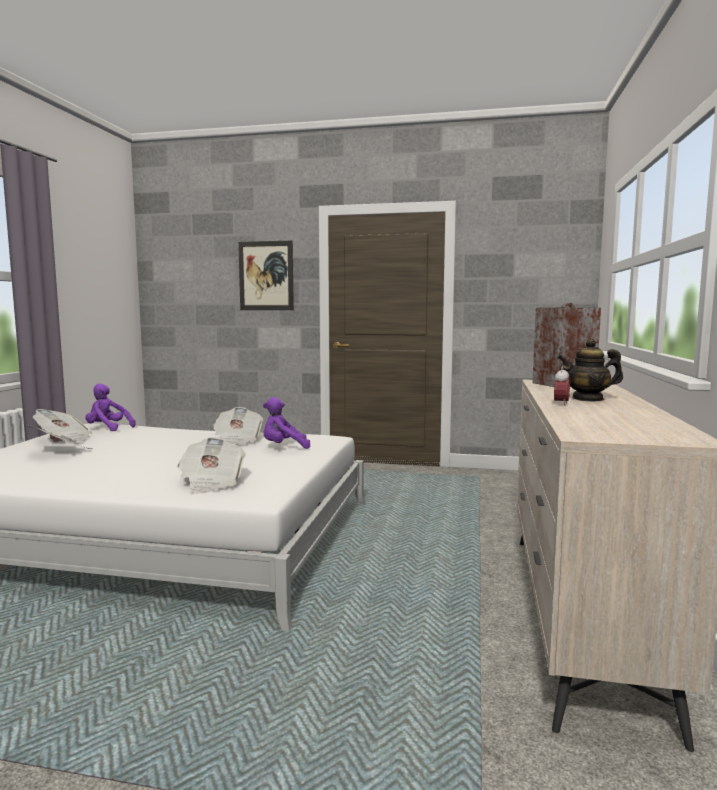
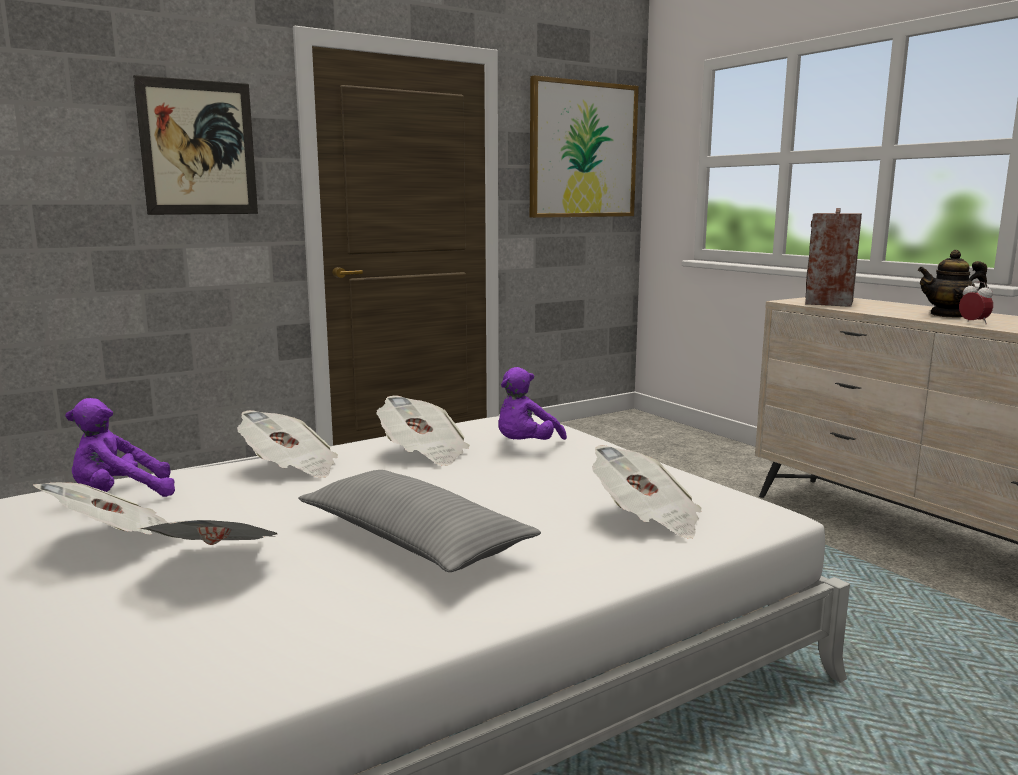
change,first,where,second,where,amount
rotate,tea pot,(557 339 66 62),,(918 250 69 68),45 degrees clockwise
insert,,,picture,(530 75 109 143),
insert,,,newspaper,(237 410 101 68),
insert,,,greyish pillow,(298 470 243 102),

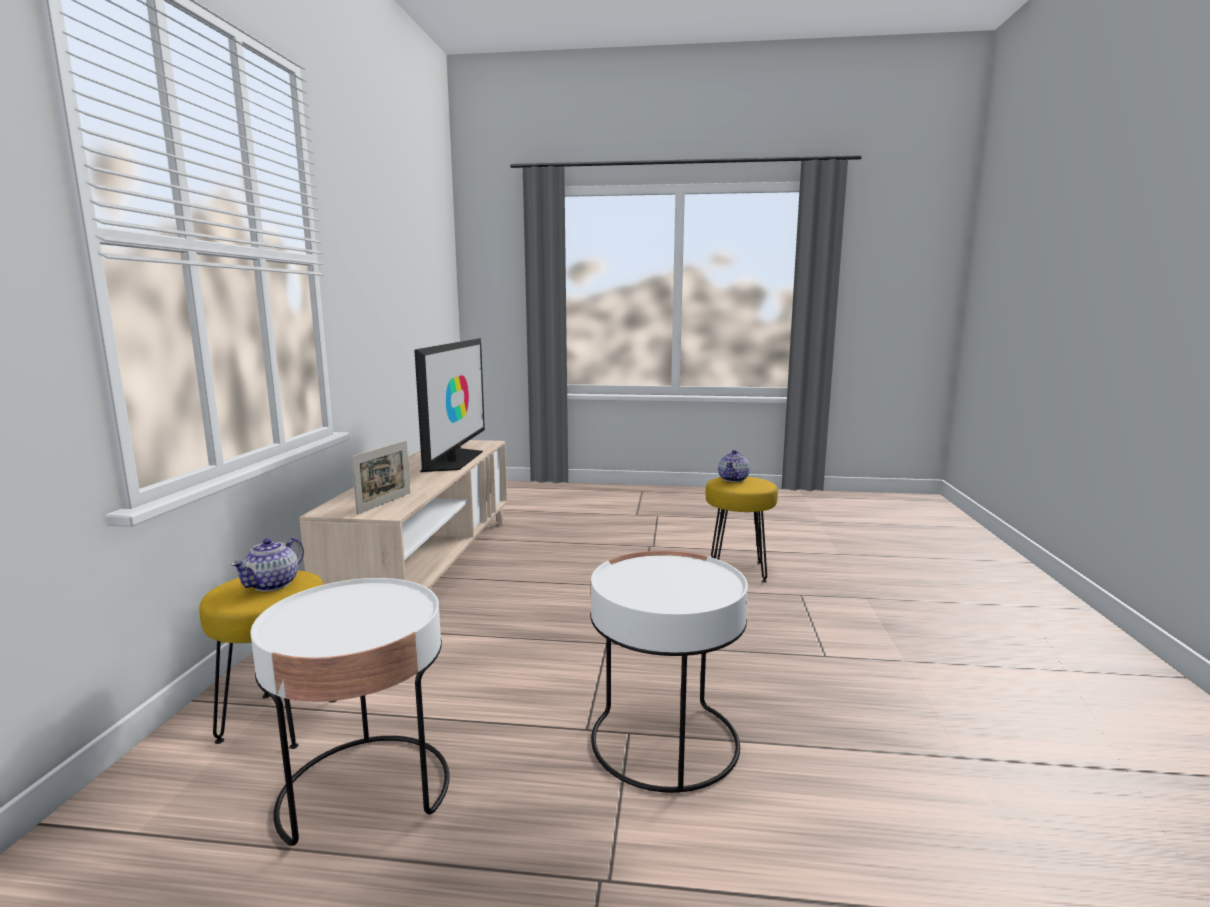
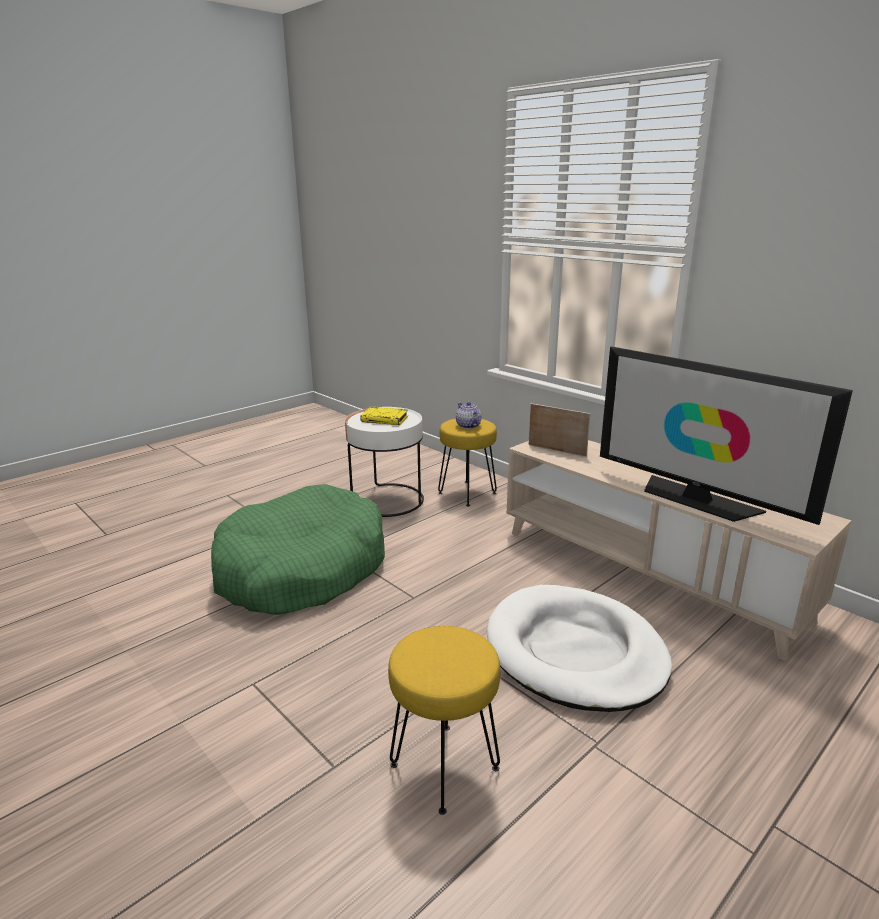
change,first,where,second,where,amount
rotate,picture frame,(351 441 59 74),,(529 403 61 54),150 degrees clockwise
delete,tea pot,(718 450 32 32),,,
replace,whitish side table,(591 551 157 242),greenish dog cushion,(211 484 174 131),
insert,,,yellow book,(360 407 48 18),
insert,,,whitish dog cushion,(487 585 185 127),

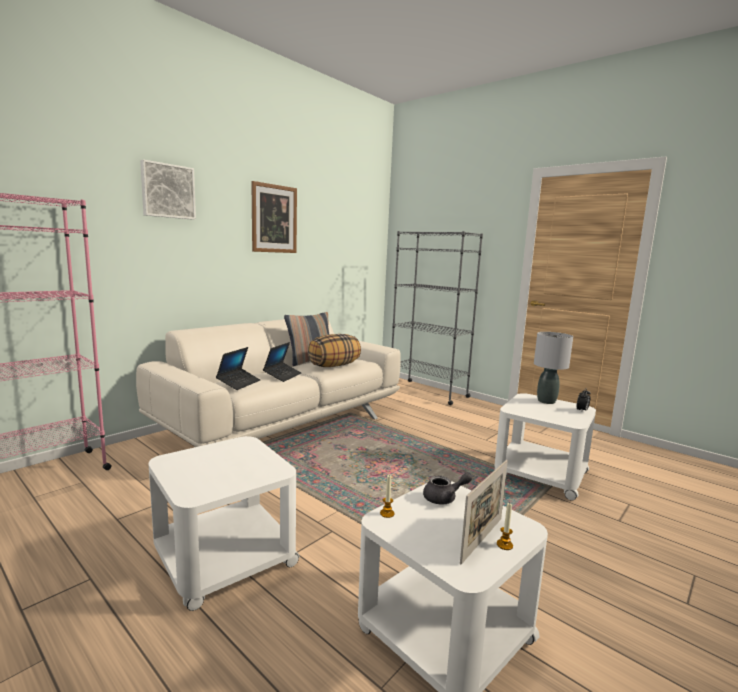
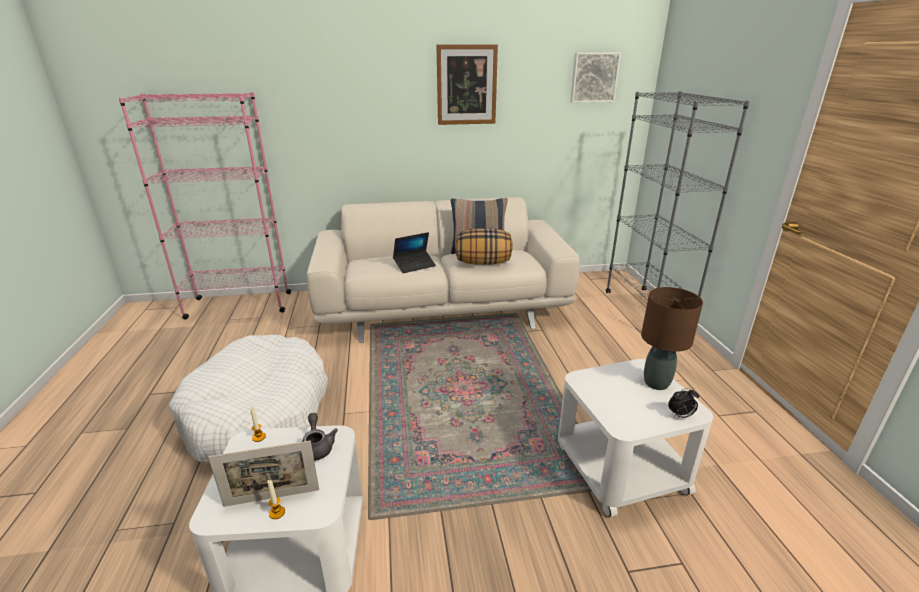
change,first,where,second,where,amount
move,picture,(140 160 56 60),,(570 53 51 50),
recolor,greyish table lamp,(534 332 39 72),brown-coloured table lamp,(641 287 62 103),
delete,laptop,(216 347 44 43),,,
replace,whitish side table,(149 436 151 175),whitish dog cushion,(169 335 159 127),
rotate,greyish tea pot,(423 472 49 32),,(302 413 36 48),135 degrees counterclockwise

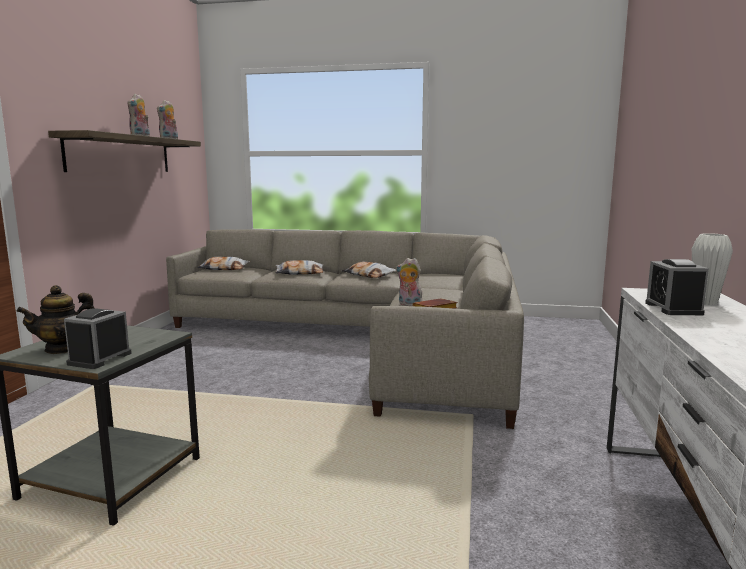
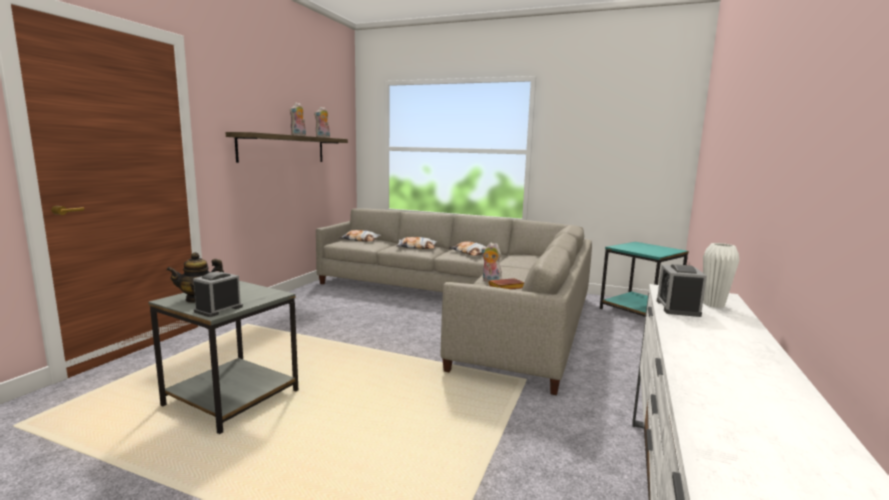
change,first,where,second,where,amount
insert,,,blue-green side table,(600 242 89 75),

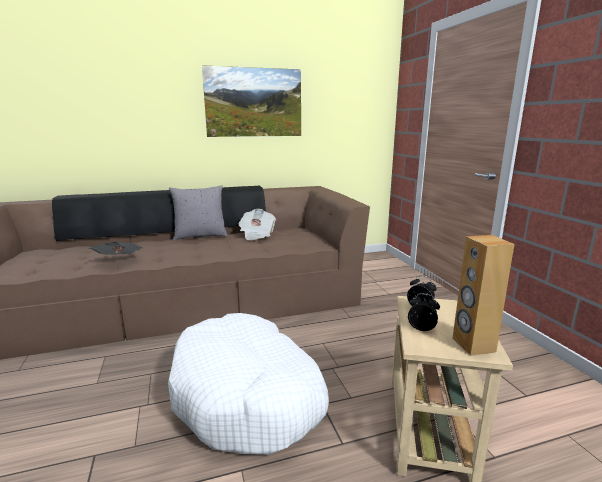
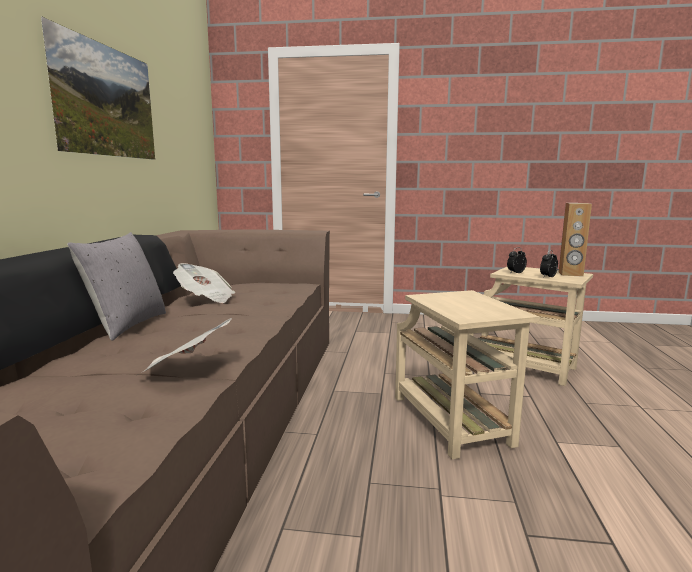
change,first,where,second,where,amount
replace,whitish dog cushion,(168 313 161 142),beige-coloured side table,(395 290 144 170),

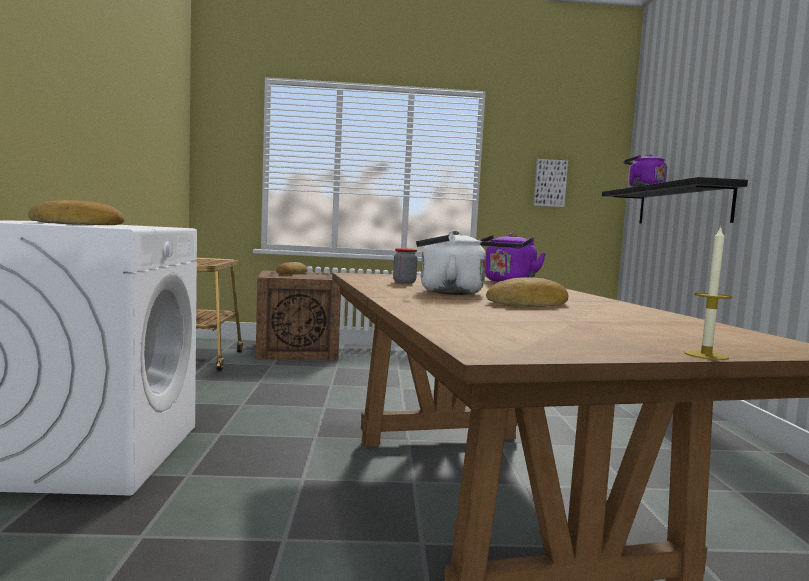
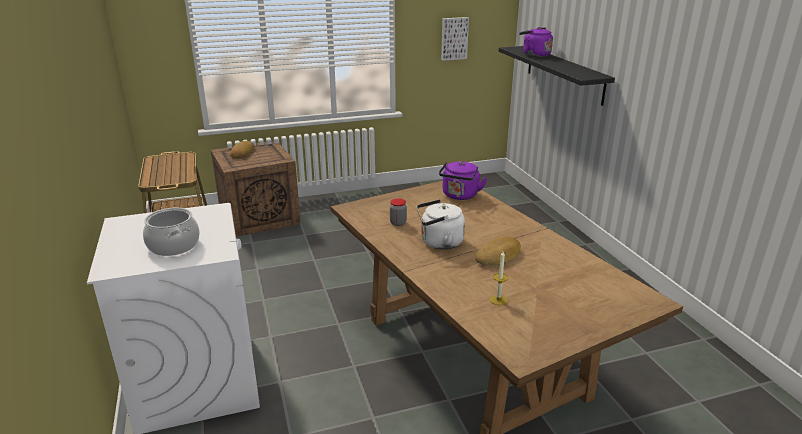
change,first,where,second,where,amount
replace,bakery bread,(28 200 97 25),saucepot,(143 208 57 48),
move,wax light,(685 225 47 135),,(490 251 18 54),

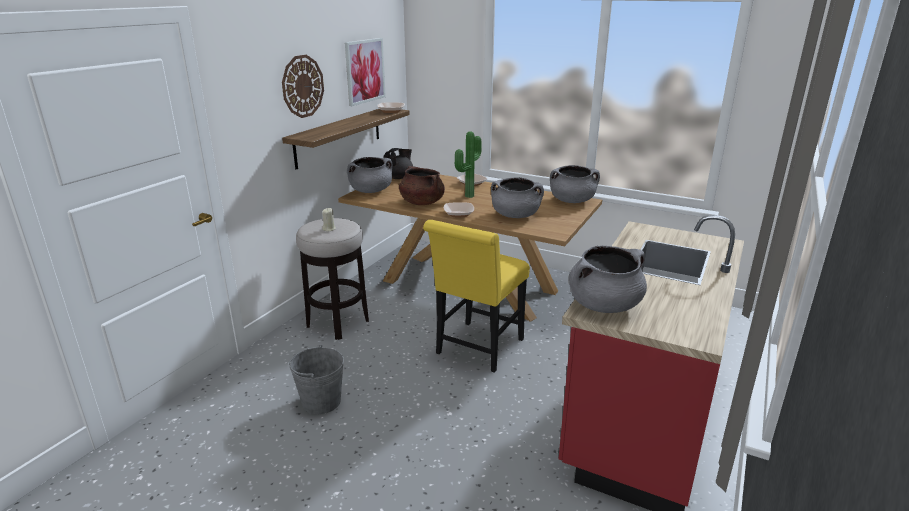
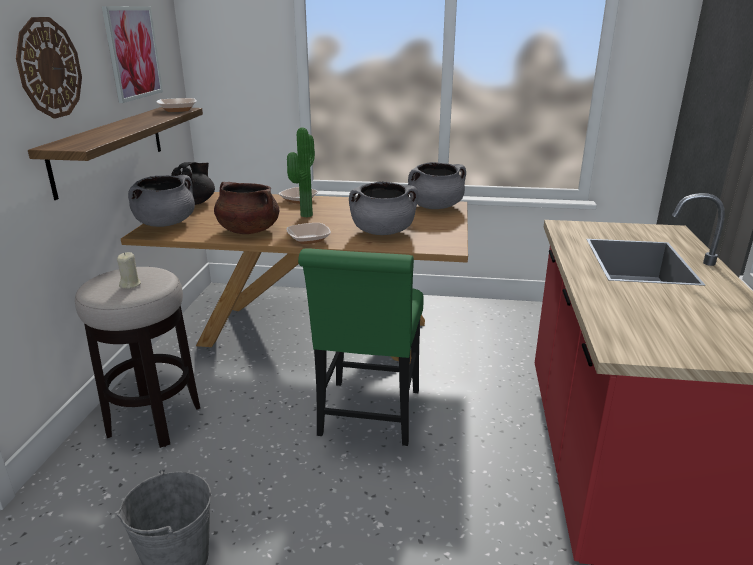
change,first,where,second,where,amount
recolor,yellow chair,(423 220 107 153),greenish chair,(298 248 126 198),
delete,greyish saucepot,(569 246 78 67),,,

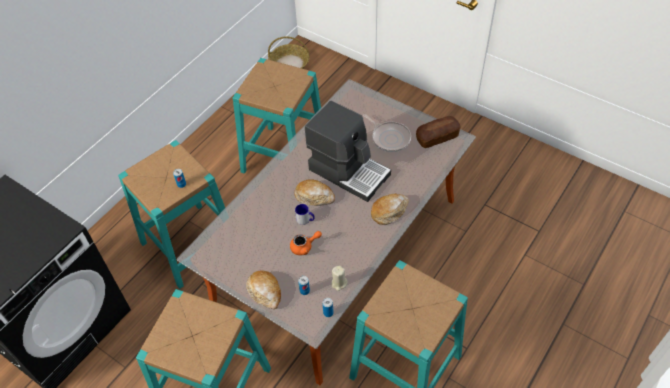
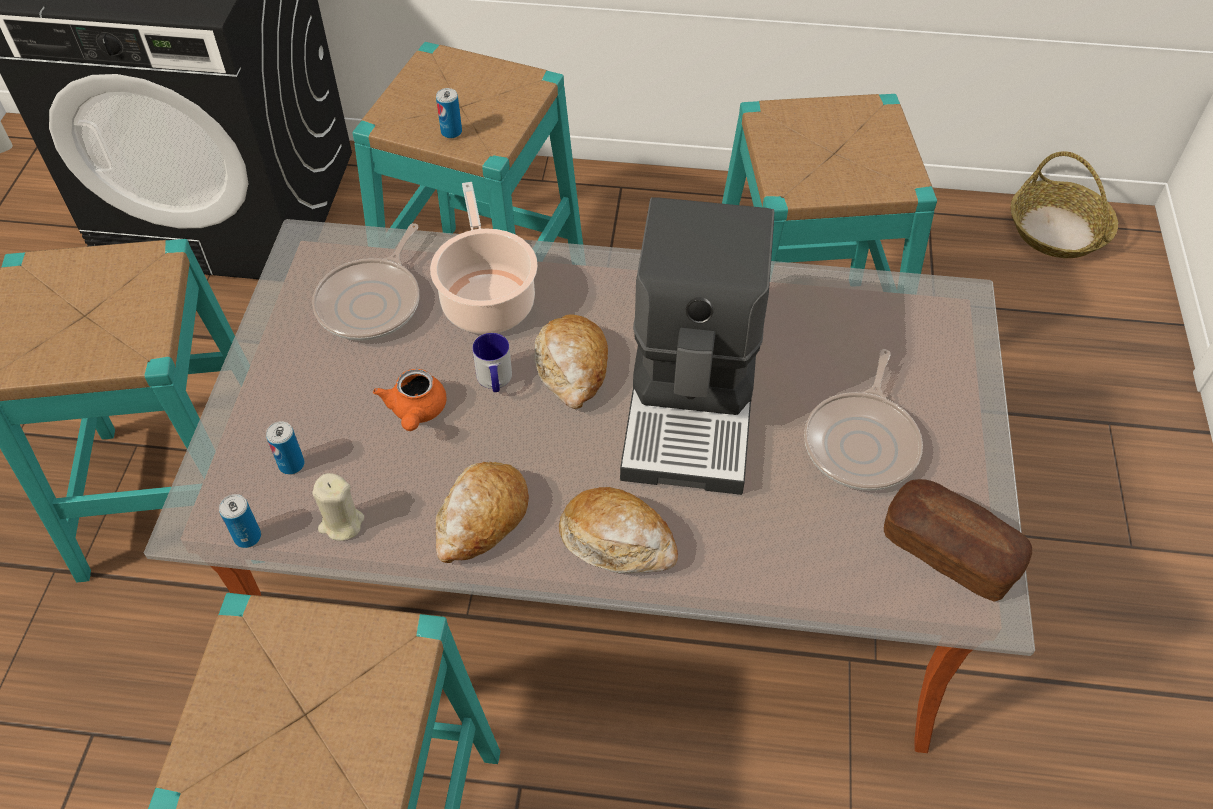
change,first,where,second,where,amount
rotate,orange-coloured tea pot,(290 231 32 24),,(373 369 73 62),45 degrees clockwise
move,bakery bread,(246 270 35 39),,(435 462 94 101),
insert,,,saucepot,(430 182 108 152),
insert,,,skillet,(312 223 107 118),

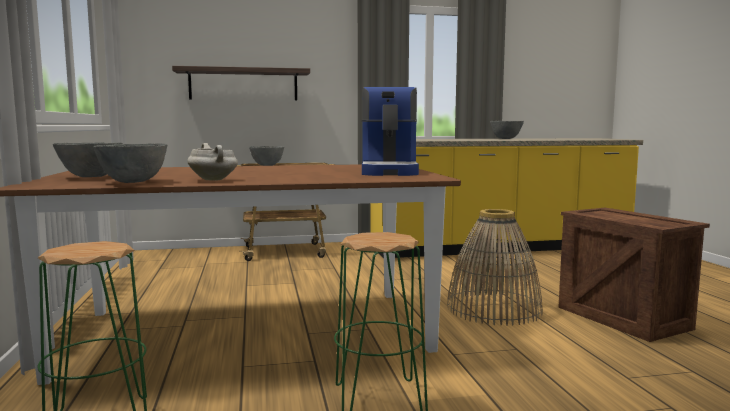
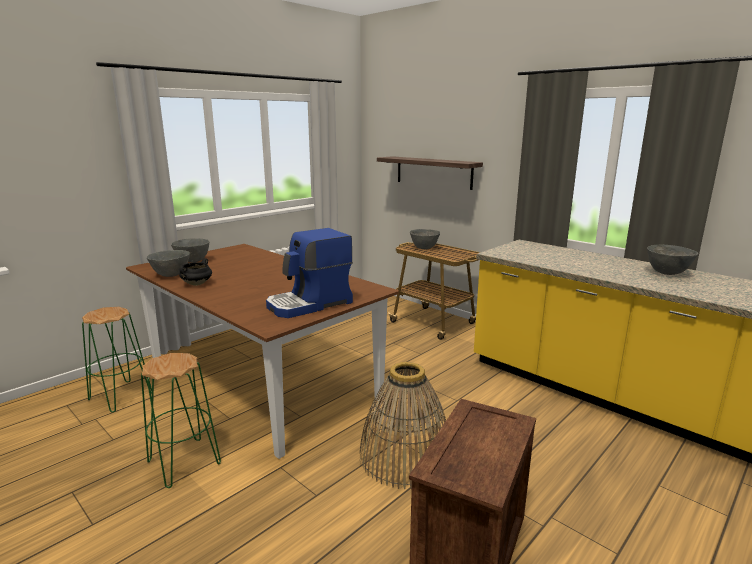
change,first,where,second,where,amount
recolor,whitish saucepot,(187 143 51 38),black saucepot,(179 258 33 28),

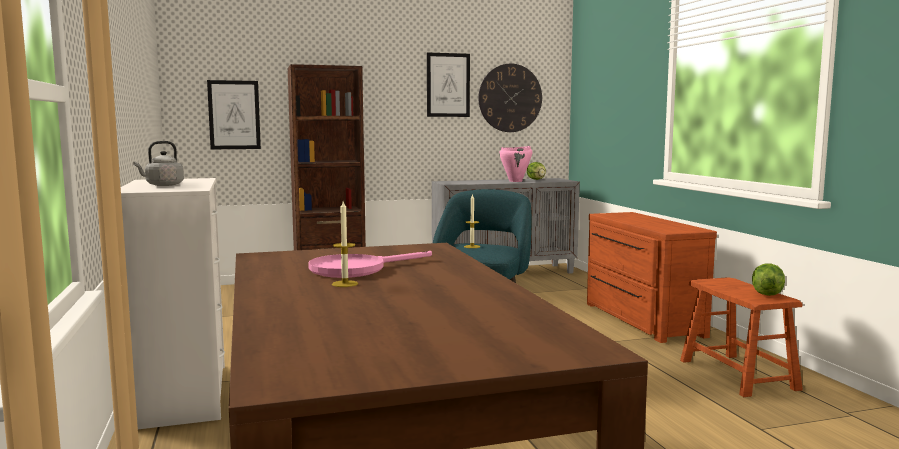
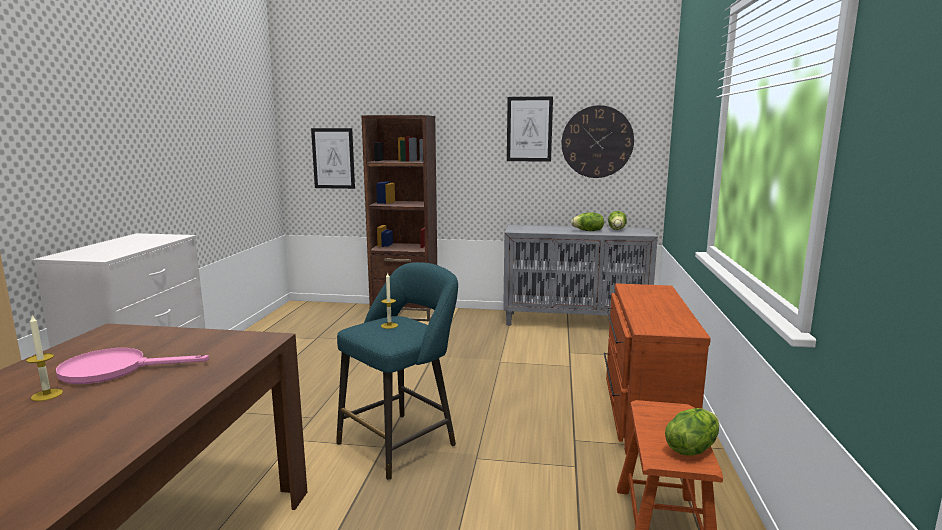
change,first,where,second,where,amount
delete,greyish kettle,(133 141 51 45),,,
replace,pinkish saucepot,(499 146 33 36),head of lettuce,(571 212 33 19),

